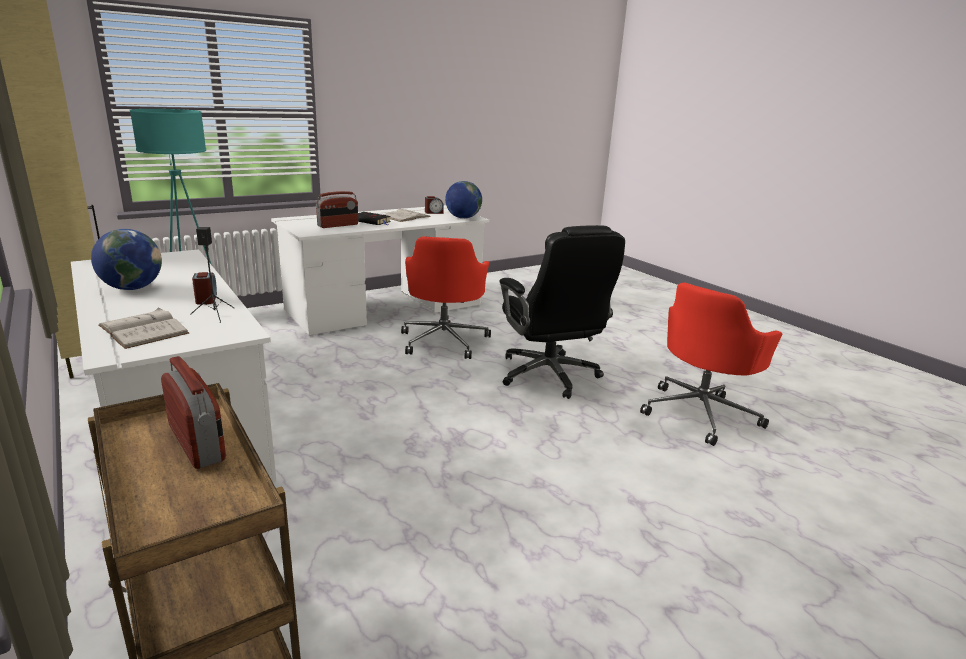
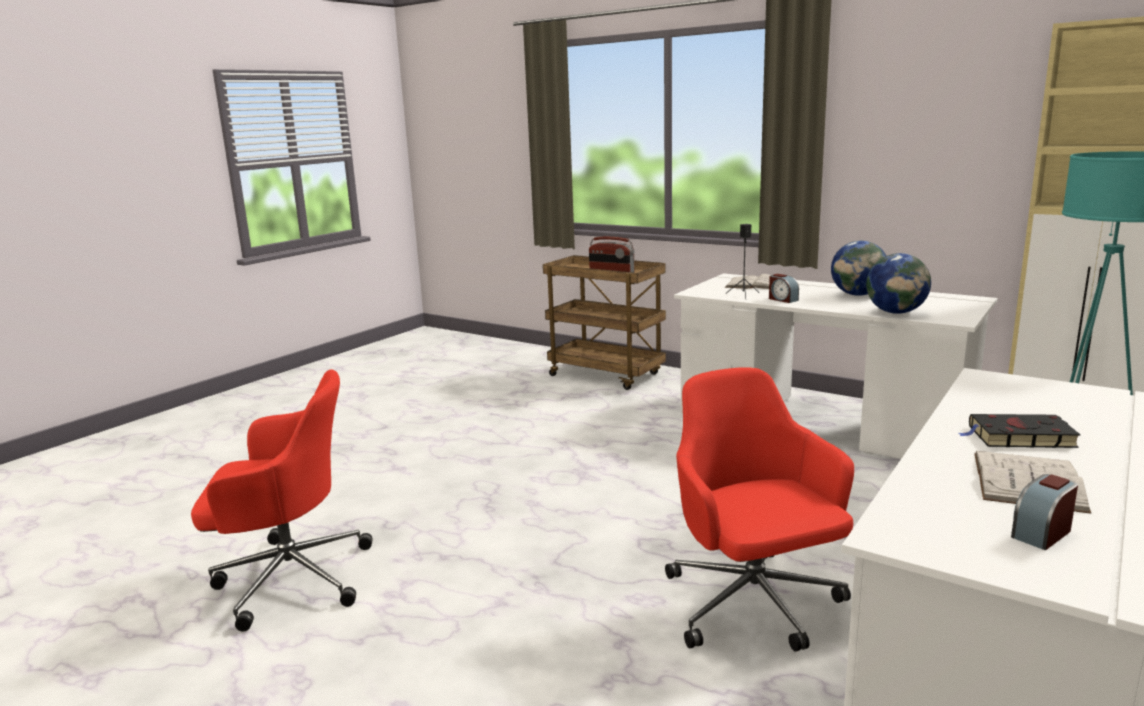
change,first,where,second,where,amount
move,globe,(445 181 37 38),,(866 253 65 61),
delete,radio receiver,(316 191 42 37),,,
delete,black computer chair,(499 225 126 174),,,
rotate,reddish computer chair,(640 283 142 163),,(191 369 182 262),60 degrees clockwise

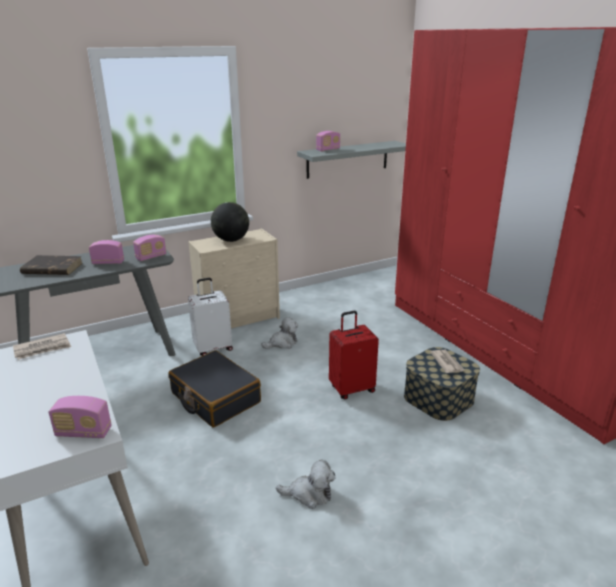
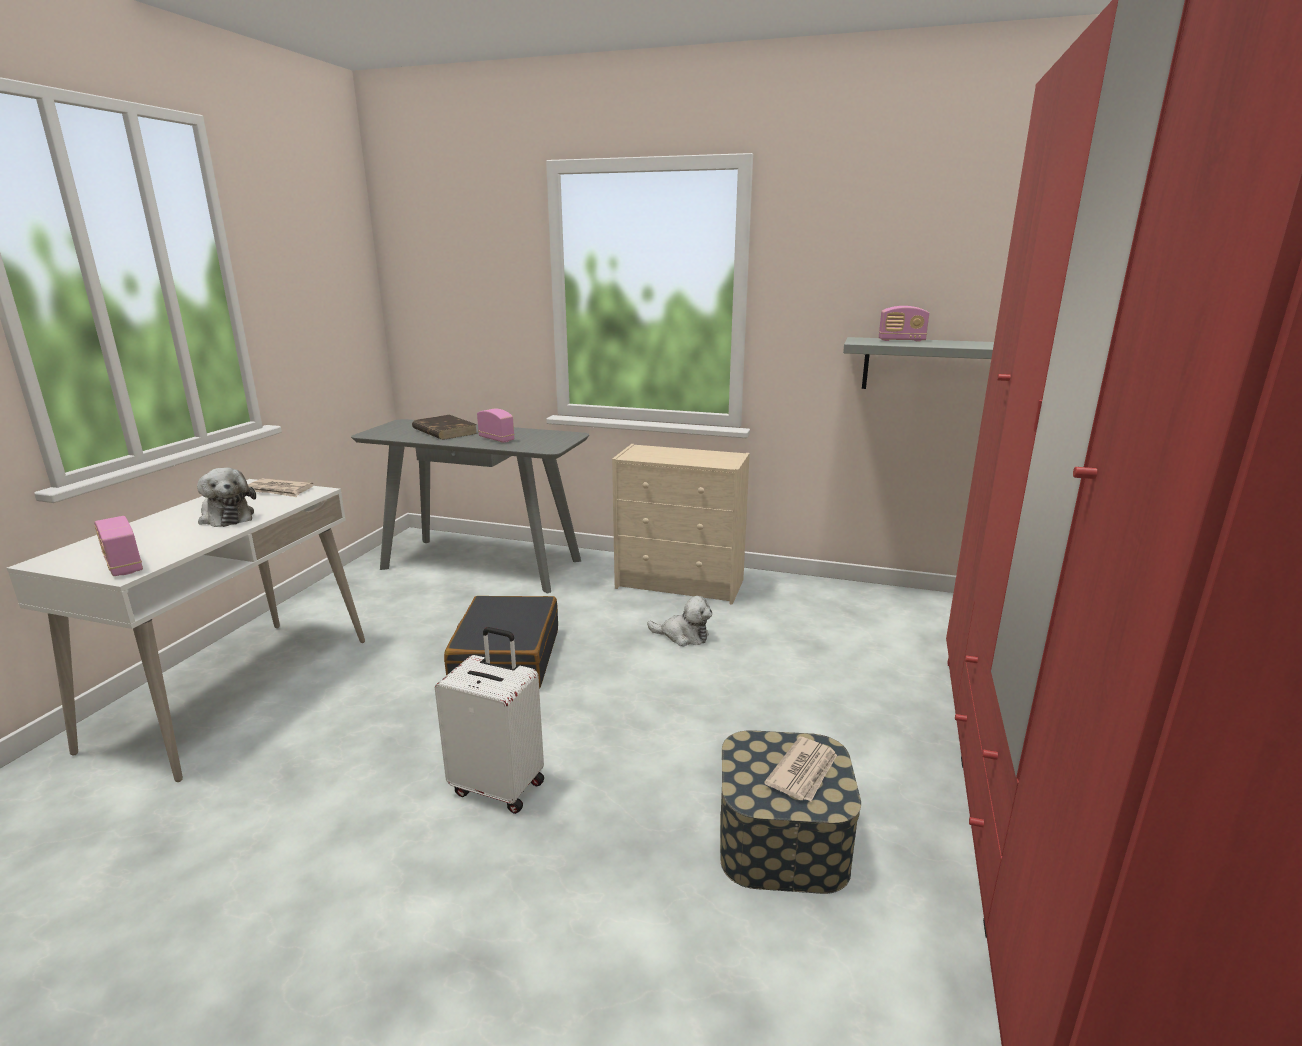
change,first,where,second,where,amount
delete,globe,(211 202 38 40),,,
delete,radio receiver,(133 235 33 26),,,
move,whitish travel case,(188 278 45 78),,(435 627 109 187),
delete,reddish travel case,(329 311 50 88),,,
move,cuddly toy,(276 460 60 49),,(197 468 59 59),

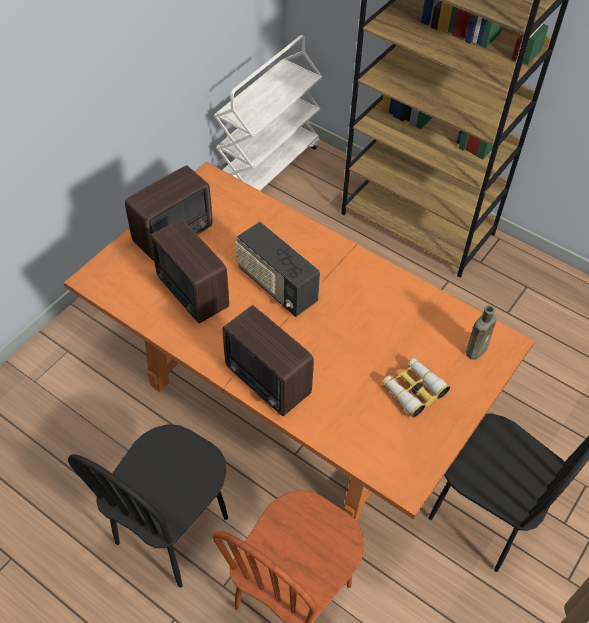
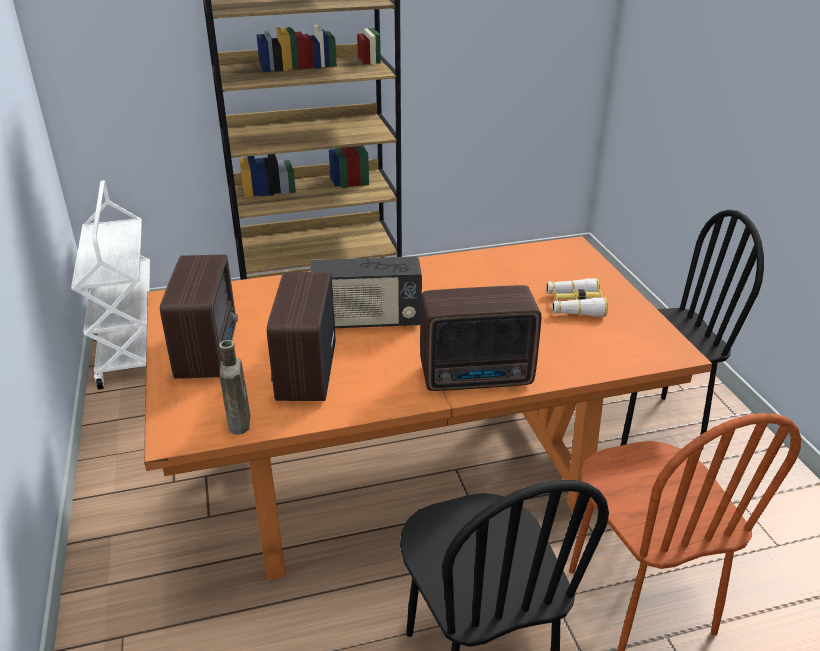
change,first,where,second,where,amount
rotate,radio receiver,(150 219 79 105),,(267 272 69 129),90 degrees clockwise
move,brown-coloured beverage bottle,(466 305 30 55),,(219 340 31 95),

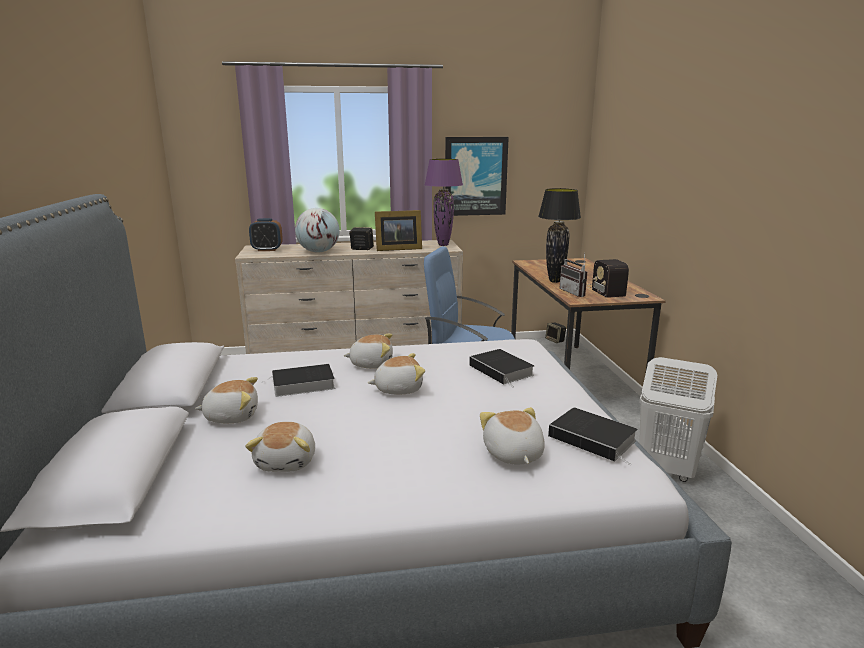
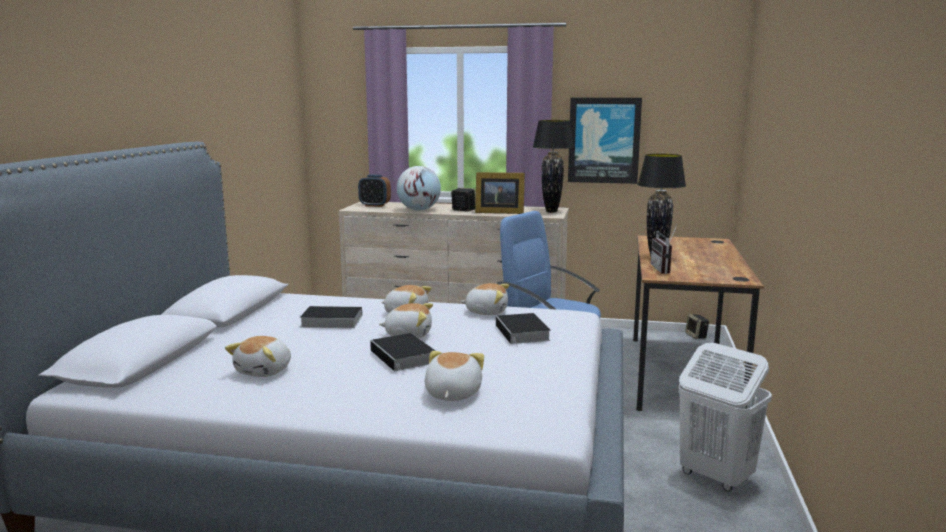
change,first,where,second,where,amount
recolor,purple-coloured table lamp,(425 159 38 87),black table lamp,(533 120 41 93),
delete,radio receiver,(589 259 40 39),,,
move,cuddly toy,(195 377 63 46),,(460 283 49 32),
move,book,(548 408 90 57),,(370 333 66 41),

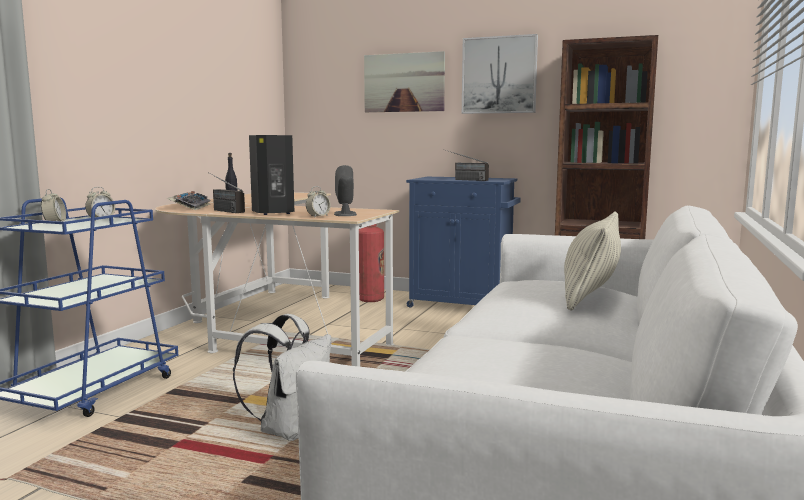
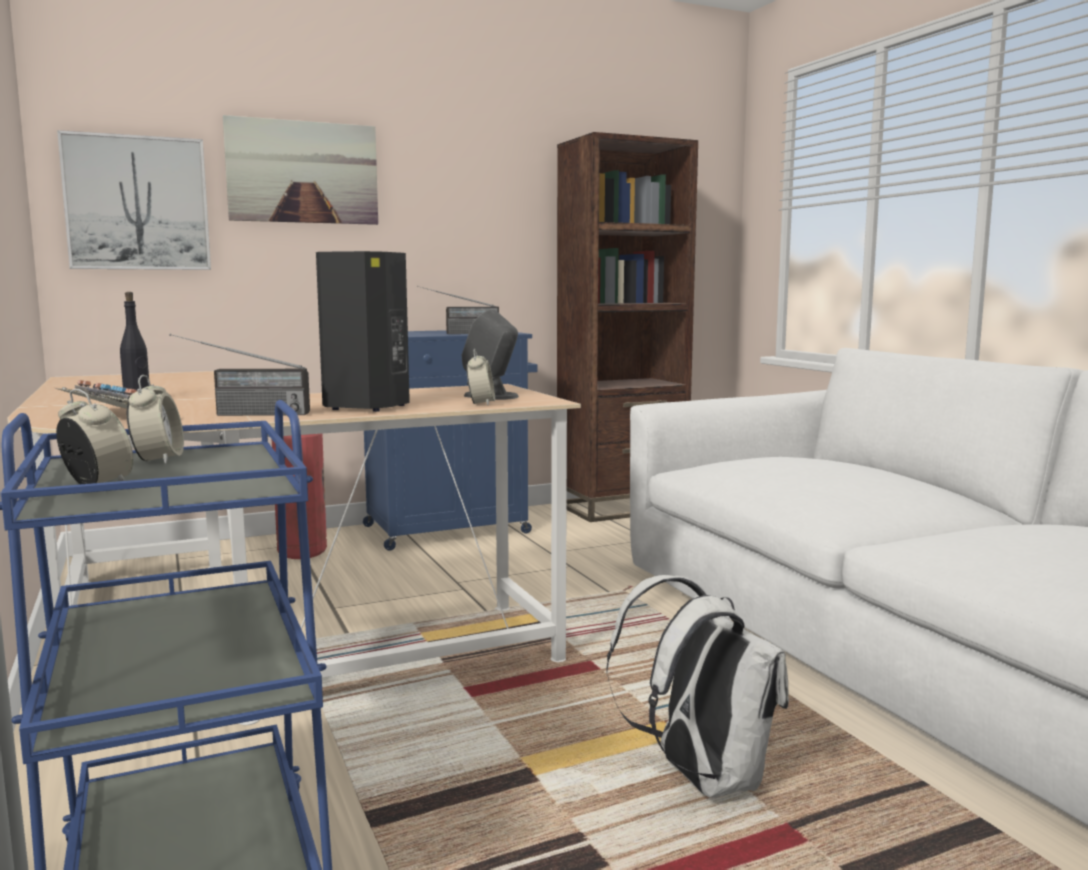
change,first,where,second,where,amount
move,picture,(462 34 76 80),,(57 130 154 140),
delete,pillow,(564 211 57 100),,,

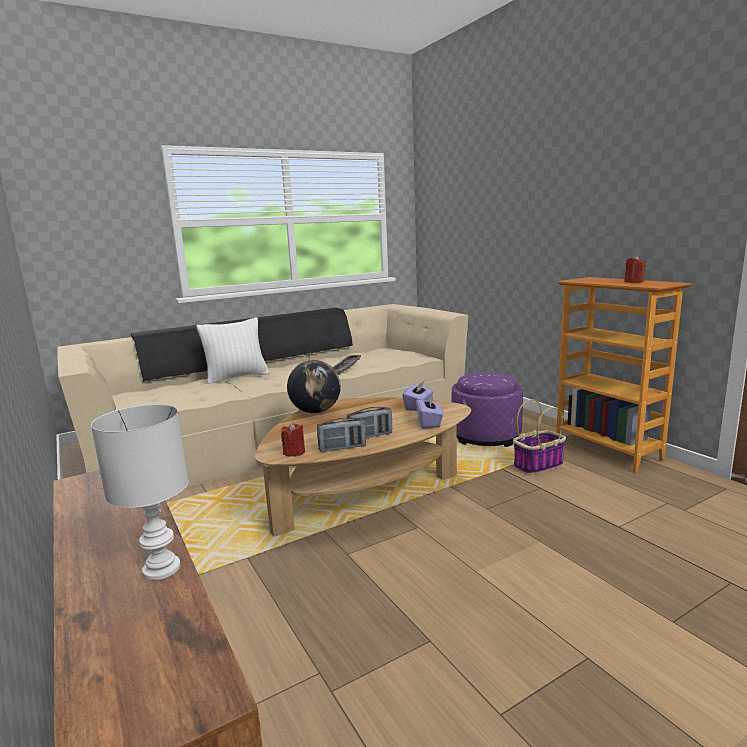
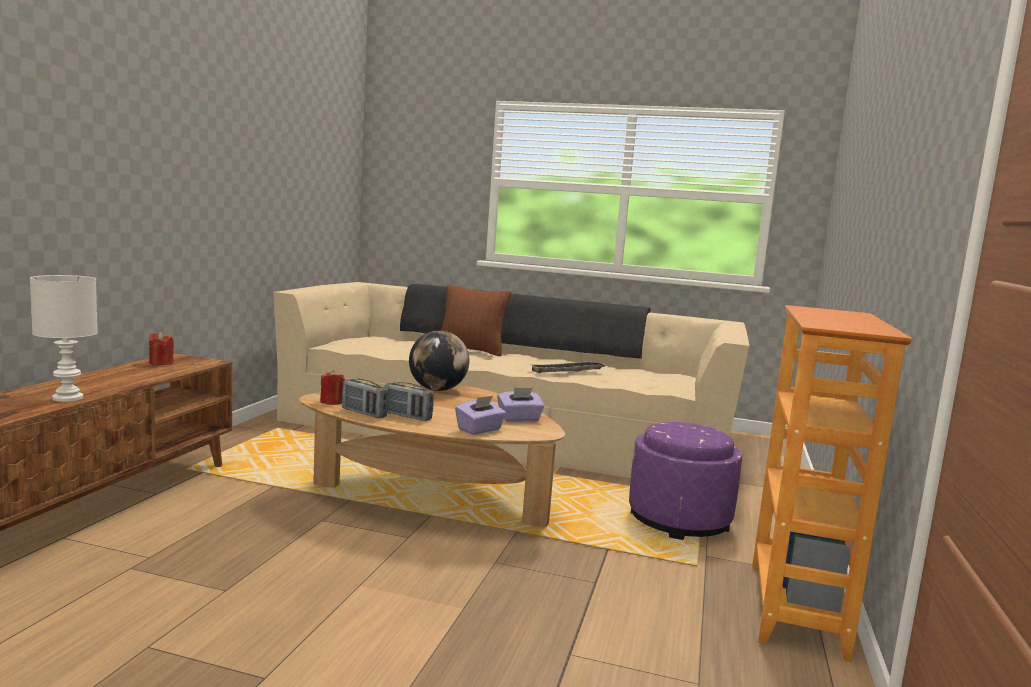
change,first,where,second,where,amount
move,reddish wax light,(624 256 22 27),,(149 332 25 33),
recolor,whitish pillow,(197 318 72 66),brown-coloured pillow,(441 285 70 71),
delete,household basket,(513 399 53 76),,,

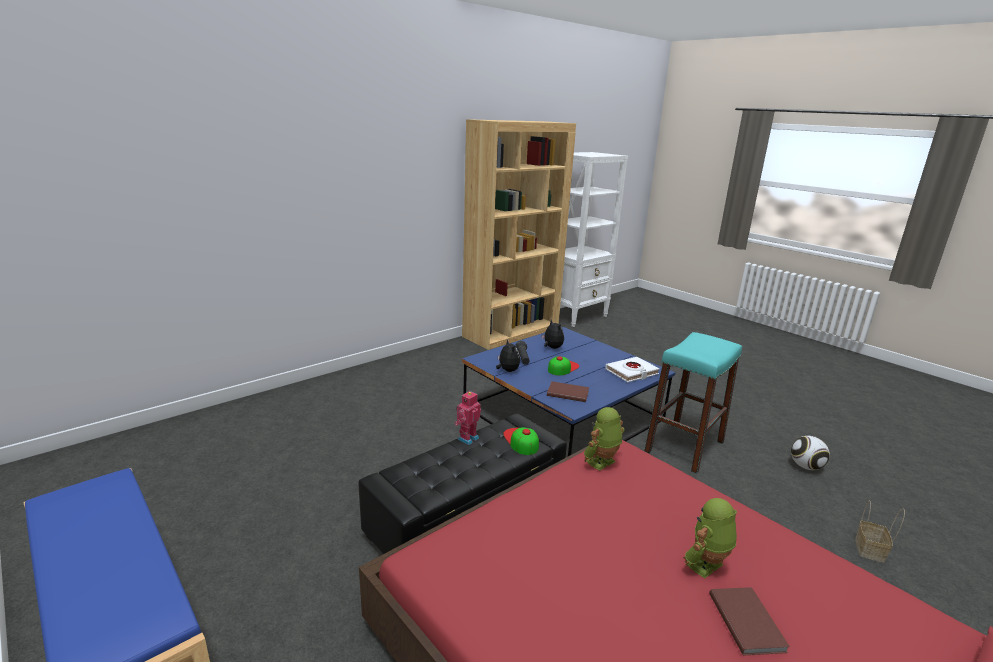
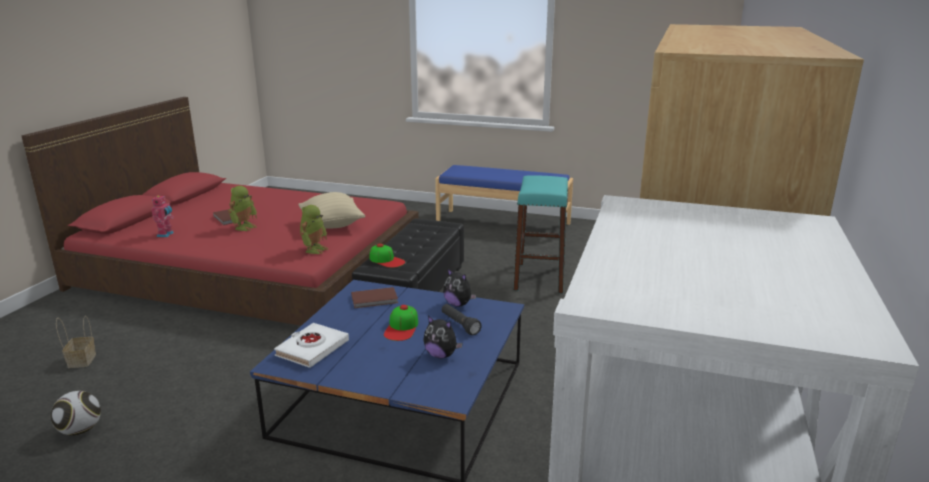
change,first,where,second,where,amount
move,blue-green sitting stool,(644 332 98 142),,(513 176 55 118),
move,toy robot,(455 391 26 54),,(151 194 23 43),
insert,,,beige-coloured pillow,(298 192 67 37),

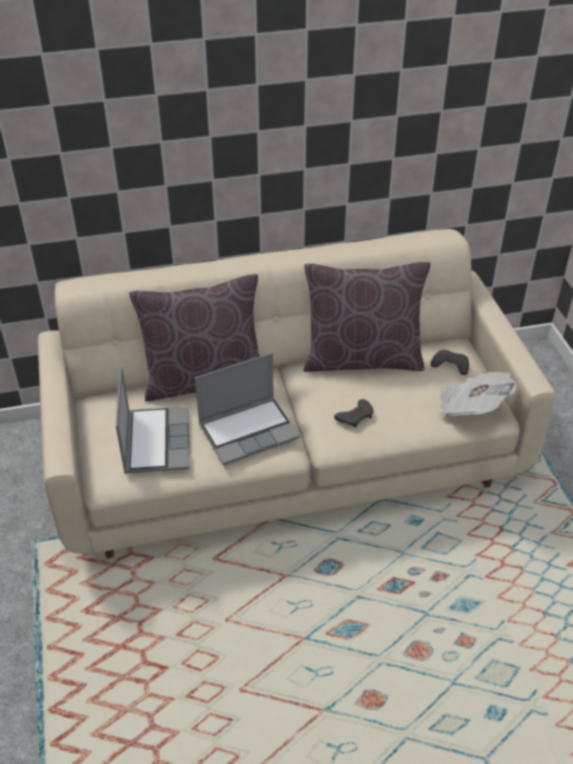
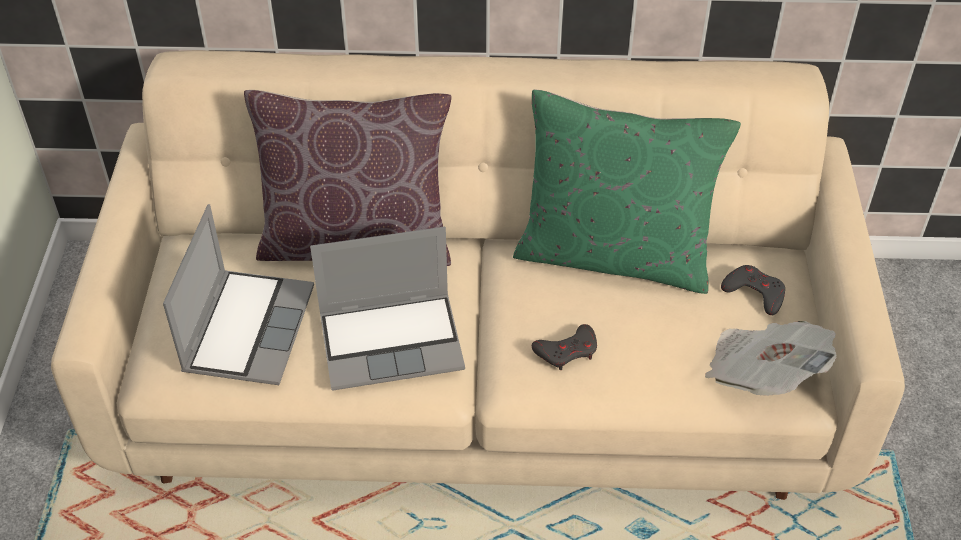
change,first,where,second,where,amount
recolor,brown-coloured pillow,(304 262 127 110),greenish pillow,(513 90 228 204),

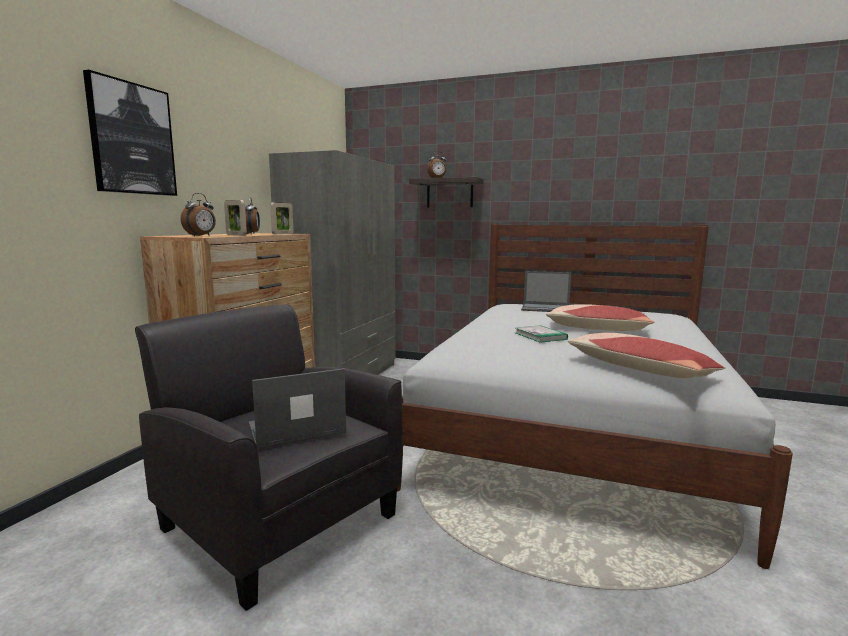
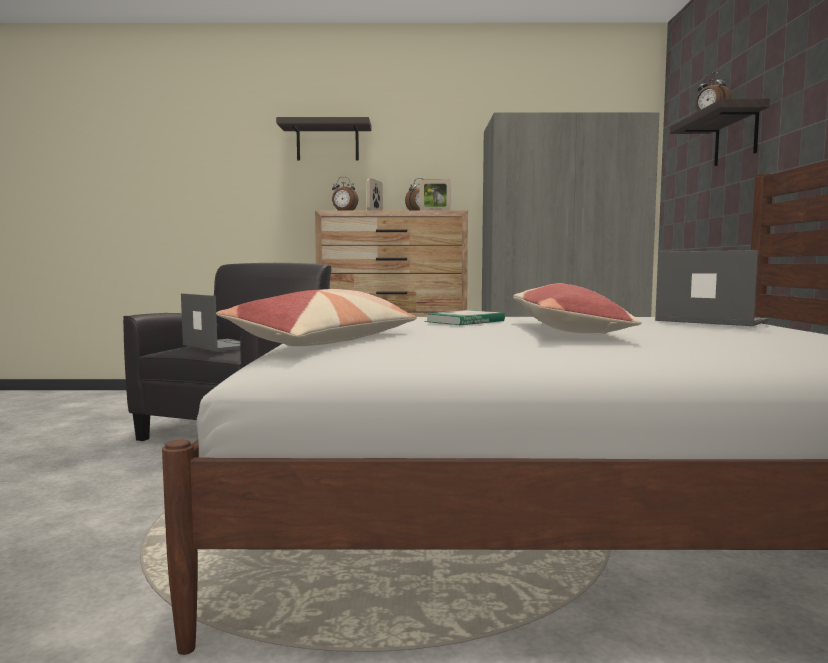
change,first,where,second,where,amount
replace,picture,(83 69 94 127),shelf,(276 117 95 43),
rotate,laptop,(521 271 50 41),,(655 250 114 76),135 degrees clockwise

